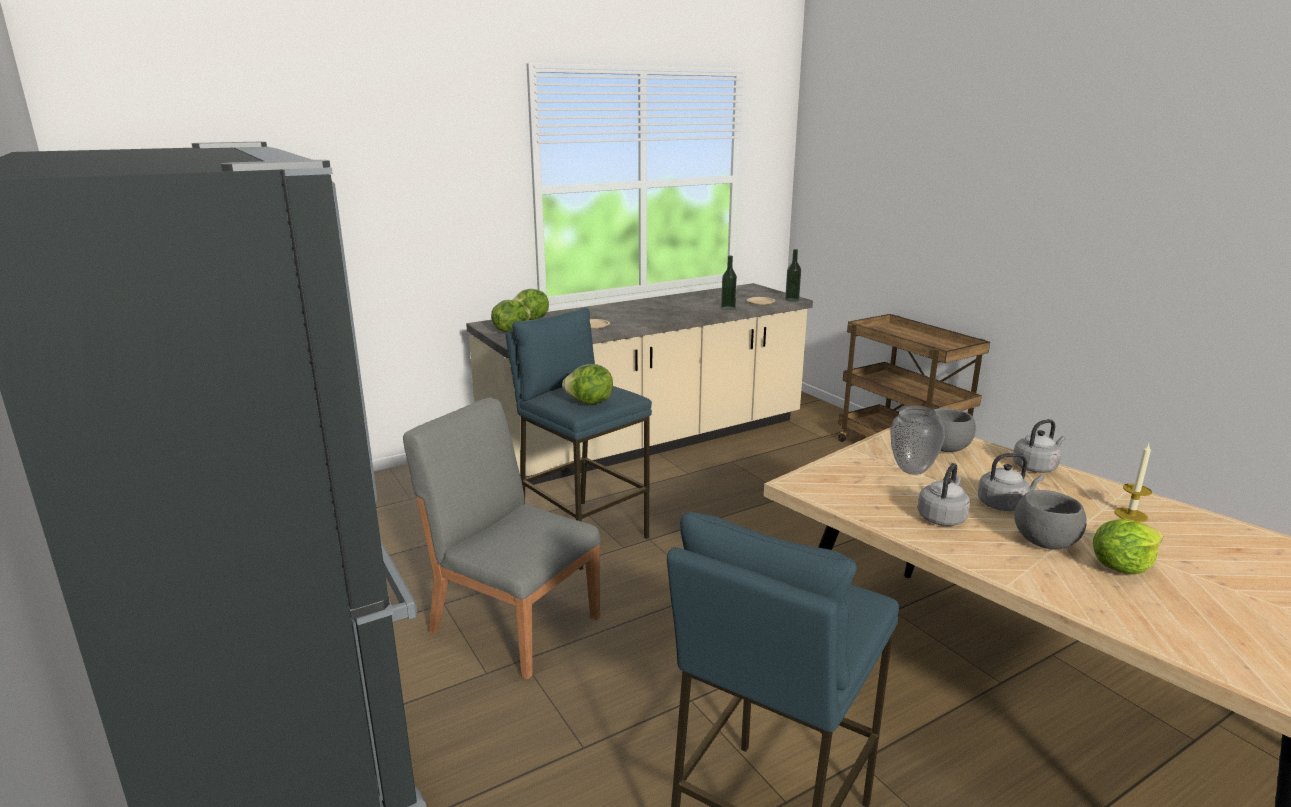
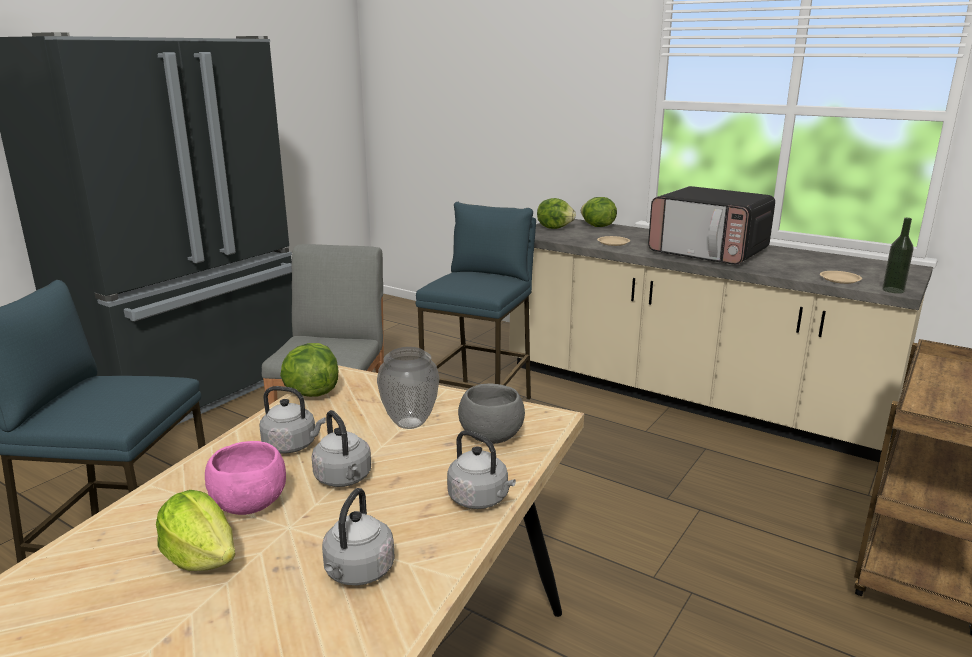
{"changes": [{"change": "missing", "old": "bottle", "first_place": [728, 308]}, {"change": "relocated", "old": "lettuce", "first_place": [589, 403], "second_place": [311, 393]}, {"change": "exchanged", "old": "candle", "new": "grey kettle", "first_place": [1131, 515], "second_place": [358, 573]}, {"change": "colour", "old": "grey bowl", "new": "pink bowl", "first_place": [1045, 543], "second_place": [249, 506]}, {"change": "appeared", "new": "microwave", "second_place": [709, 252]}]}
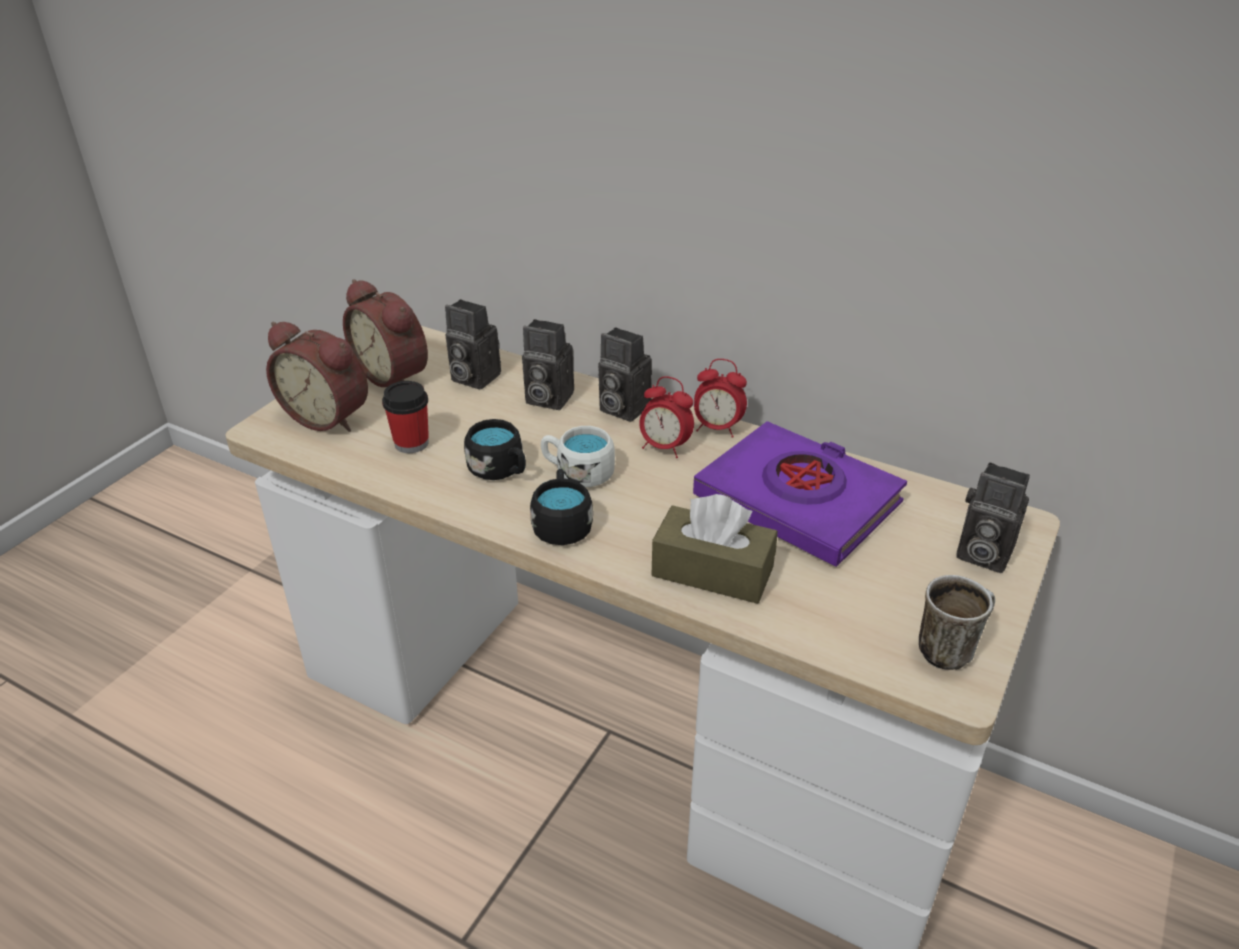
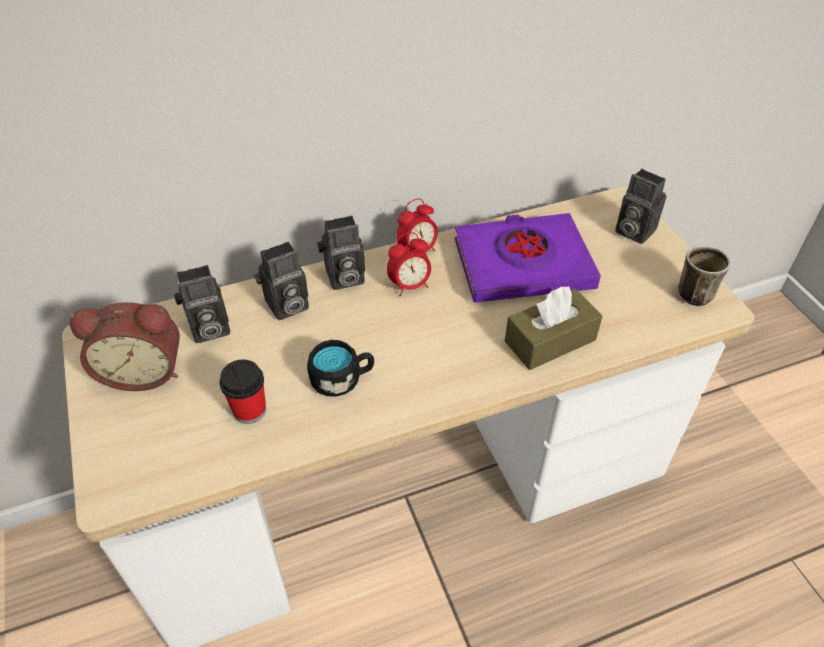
{"changes": [{"change": "missing", "old": "alarm clock", "first_place": [329, 416]}, {"change": "missing", "old": "white mug", "first_place": [578, 473]}, {"change": "spun", "old": "photo camera", "first_place": [980, 554], "second_place": [632, 231], "degrees": 60}, {"change": "missing", "old": "black mug", "first_place": [562, 524]}]}
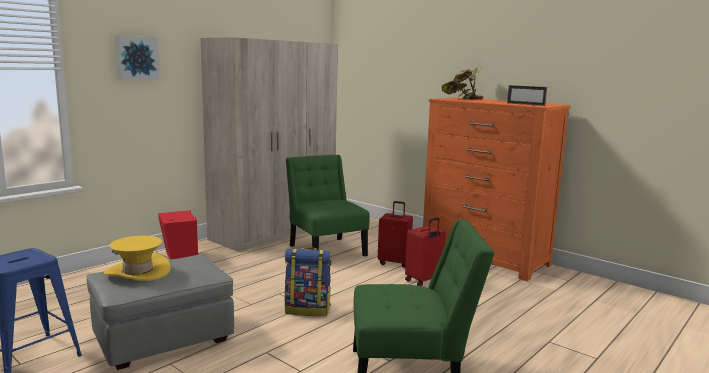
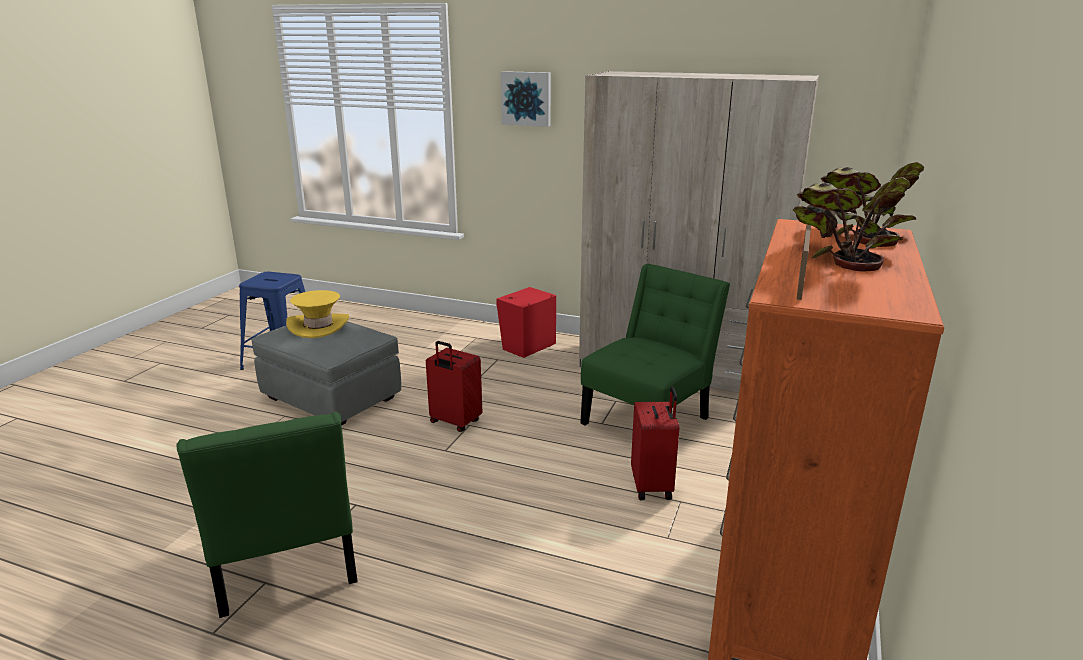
{"changes": [{"change": "relocated", "old": "red suitcase", "first_place": [424, 280], "second_place": [454, 422]}, {"change": "missing", "old": "backpack", "first_place": [308, 309]}, {"change": "appeared", "new": "potted plant", "second_place": [839, 256]}]}
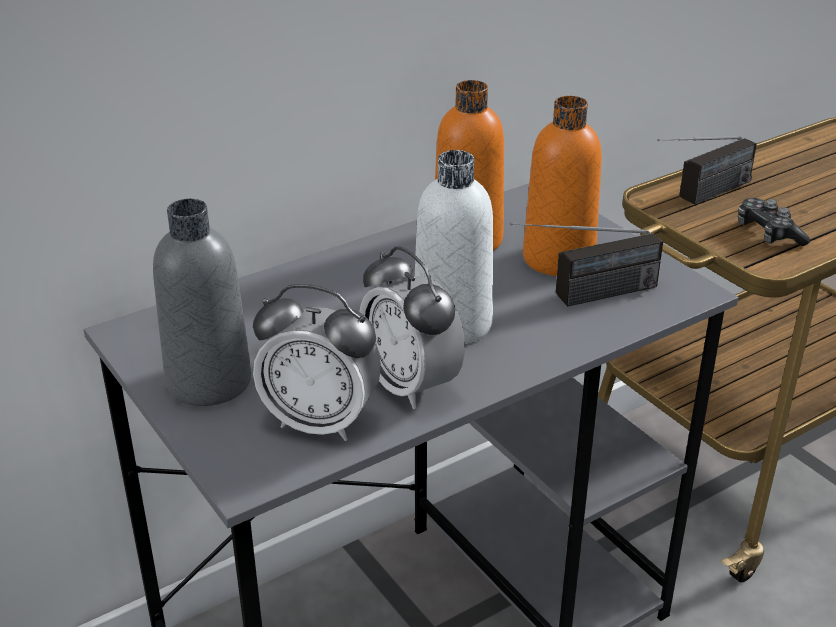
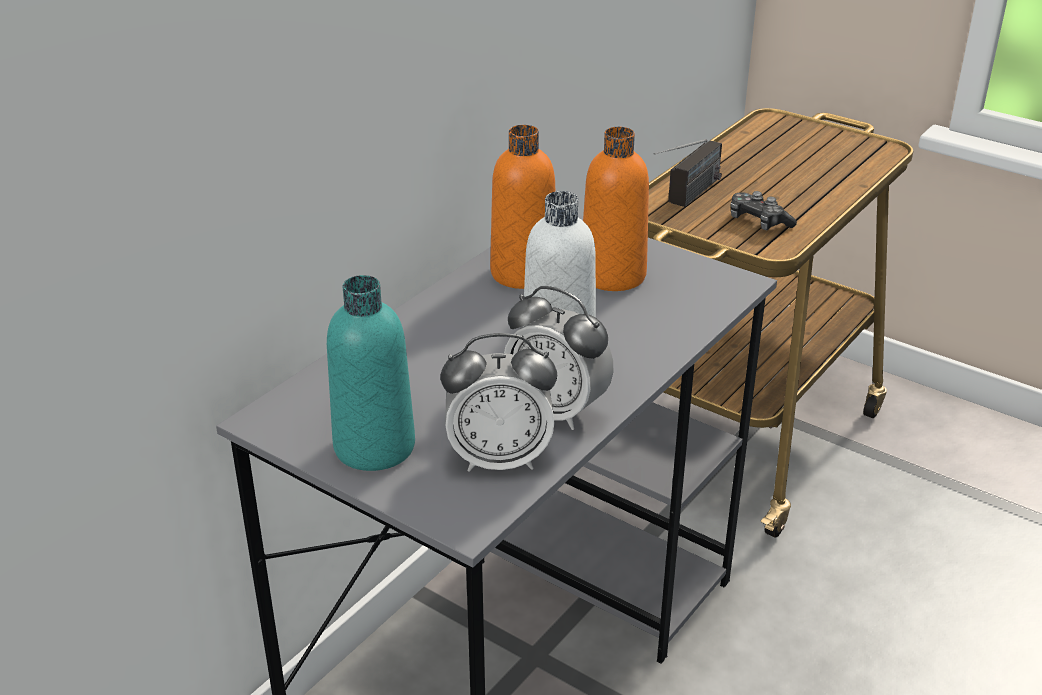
{"changes": [{"change": "colour", "old": "grey bottle", "new": "turquoise bottle", "first_place": [209, 381], "second_place": [374, 447]}, {"change": "missing", "old": "radio", "first_place": [583, 297]}]}
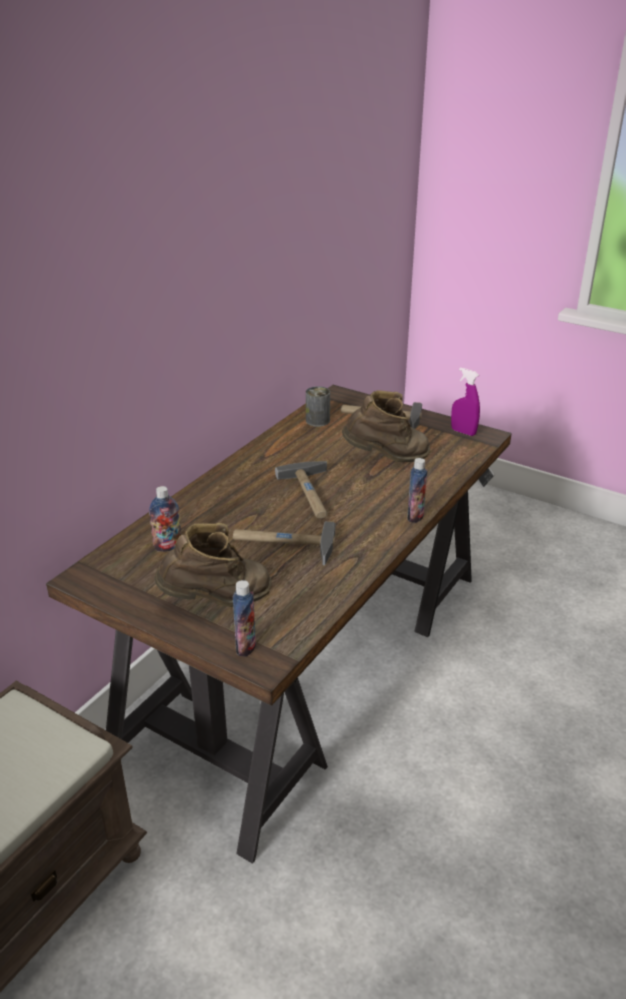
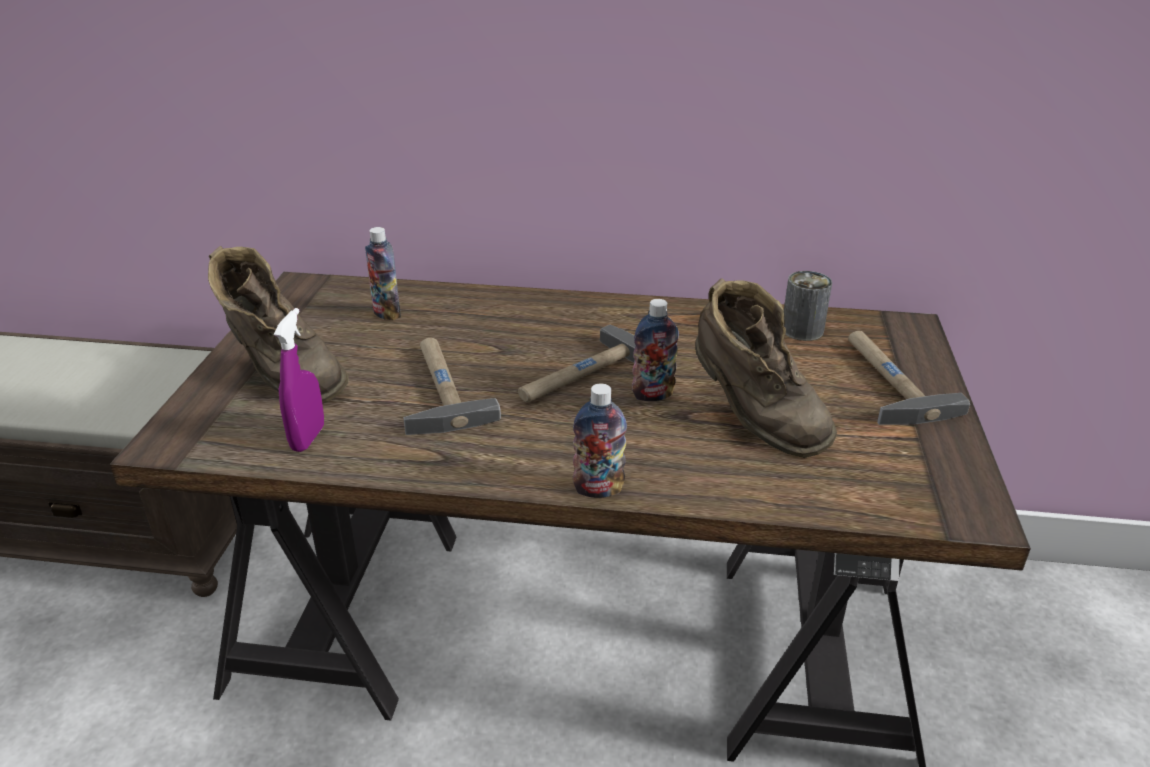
{"changes": [{"change": "relocated", "old": "purple spray bottle", "first_place": [463, 432], "second_place": [308, 438]}, {"change": "relocated", "old": "bottle", "first_place": [246, 646], "second_place": [653, 394]}]}
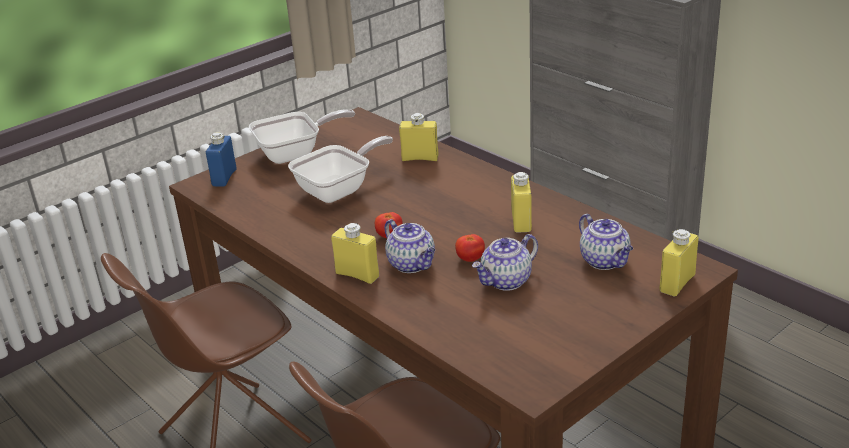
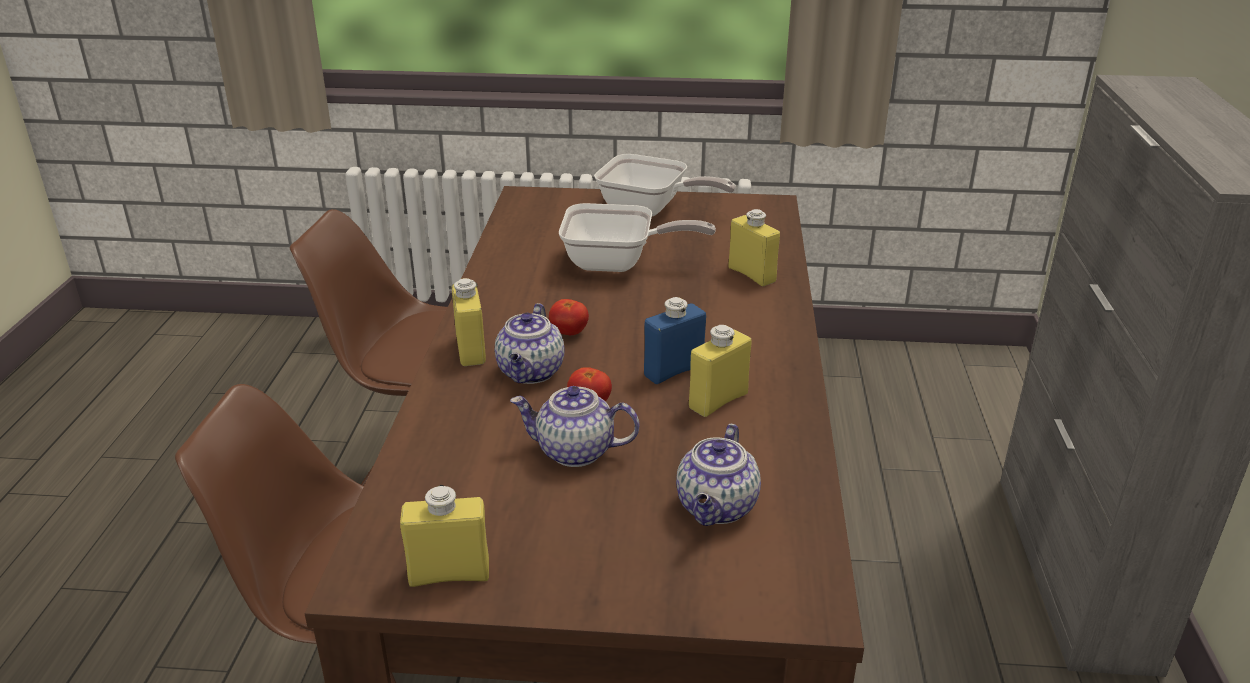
{"changes": [{"change": "relocated", "old": "blue bottle", "first_place": [224, 177], "second_place": [674, 371]}, {"change": "relocated", "old": "yellow bottle", "first_place": [677, 283], "second_place": [449, 574]}]}
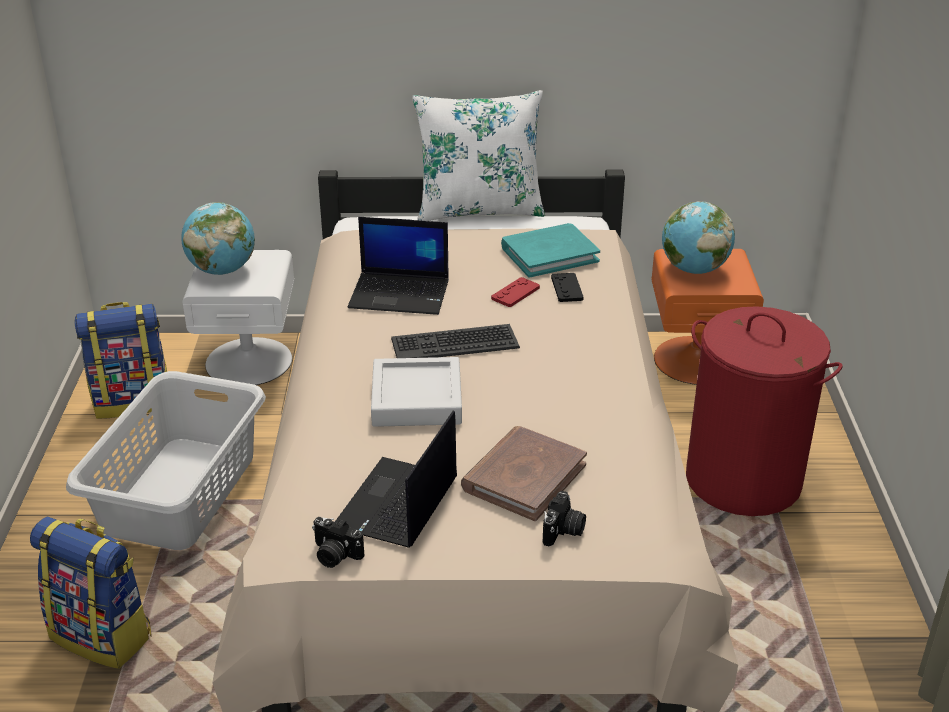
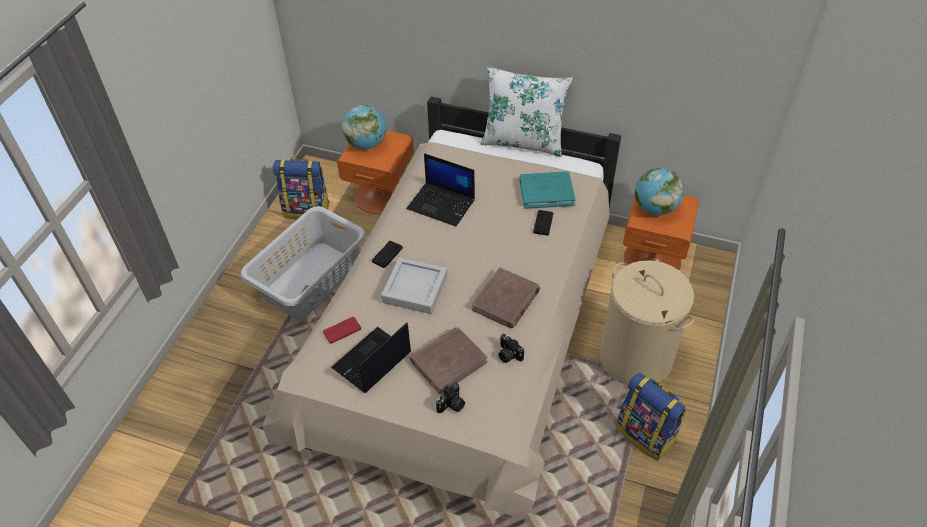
{"changes": [{"change": "colour", "old": "white nightstand", "new": "orange nightstand", "first_place": [249, 360], "second_place": [380, 195]}, {"change": "relocated", "old": "red game controller", "first_place": [515, 293], "second_place": [342, 330]}, {"change": "colour", "old": "red laundry basket", "new": "beige laundry basket", "first_place": [743, 479], "second_place": [636, 357]}, {"change": "missing", "old": "keyboard", "first_place": [454, 343]}, {"change": "relocated", "old": "backpack", "first_place": [103, 636], "second_place": [646, 434]}, {"change": "relocated", "old": "photo camera", "first_place": [334, 555], "second_place": [508, 355]}, {"change": "appeared", "new": "black game controller", "second_place": [387, 254]}, {"change": "appeared", "new": "brown book", "second_place": [506, 300]}]}
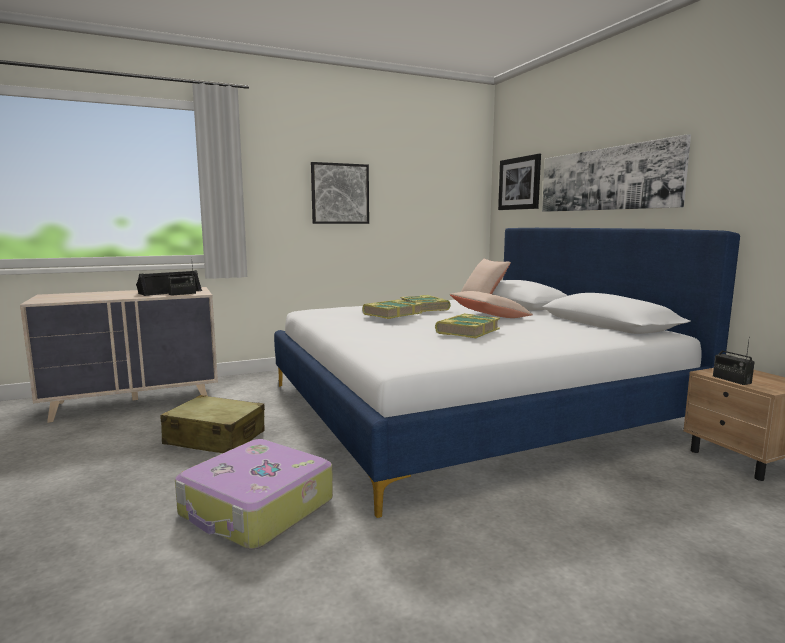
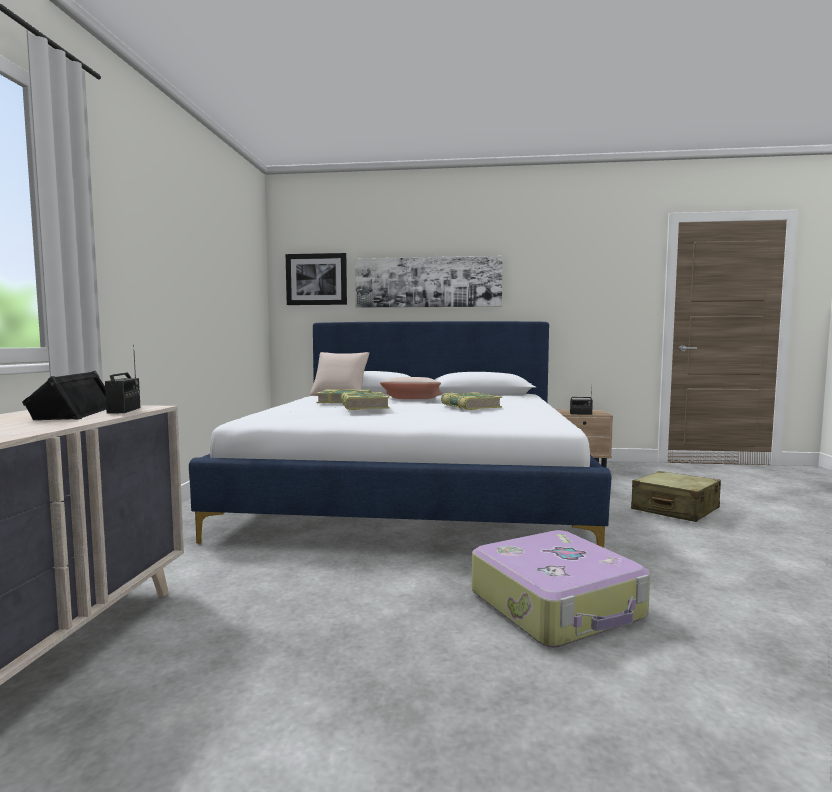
{"changes": [{"change": "missing", "old": "picture", "first_place": [340, 194]}, {"change": "relocated", "old": "beige suitcase", "first_place": [215, 438], "second_place": [675, 509]}]}
